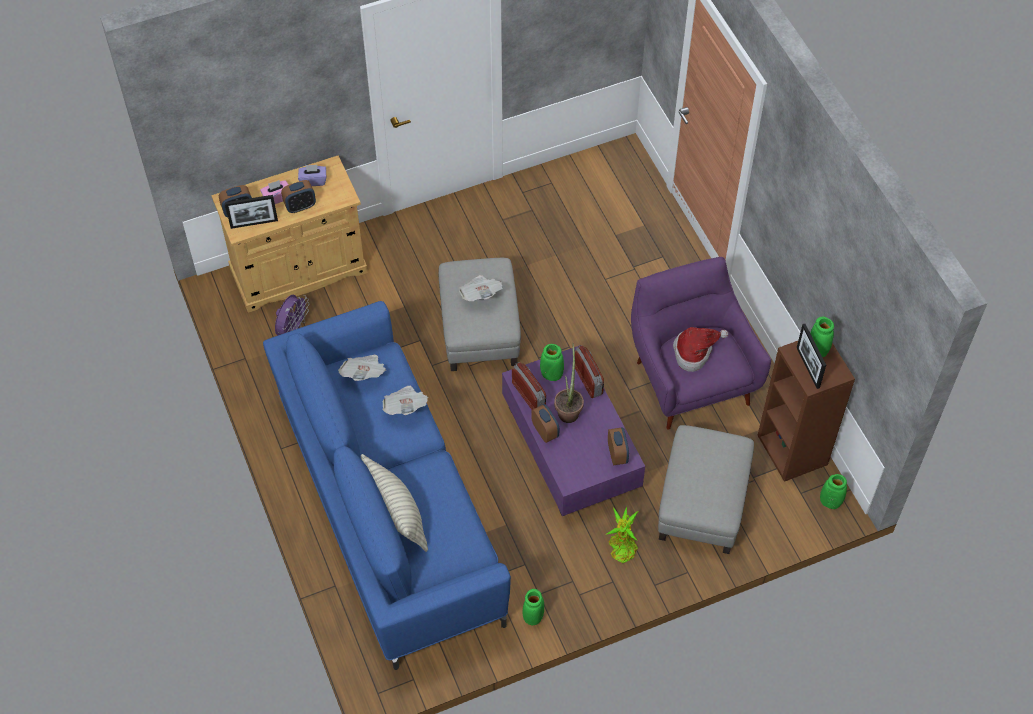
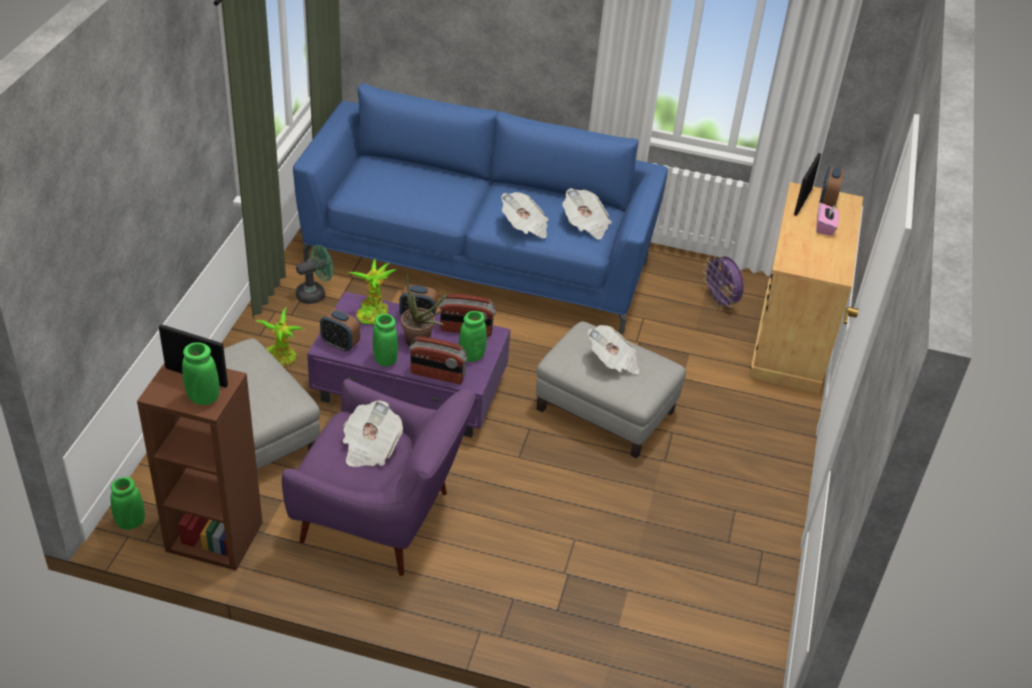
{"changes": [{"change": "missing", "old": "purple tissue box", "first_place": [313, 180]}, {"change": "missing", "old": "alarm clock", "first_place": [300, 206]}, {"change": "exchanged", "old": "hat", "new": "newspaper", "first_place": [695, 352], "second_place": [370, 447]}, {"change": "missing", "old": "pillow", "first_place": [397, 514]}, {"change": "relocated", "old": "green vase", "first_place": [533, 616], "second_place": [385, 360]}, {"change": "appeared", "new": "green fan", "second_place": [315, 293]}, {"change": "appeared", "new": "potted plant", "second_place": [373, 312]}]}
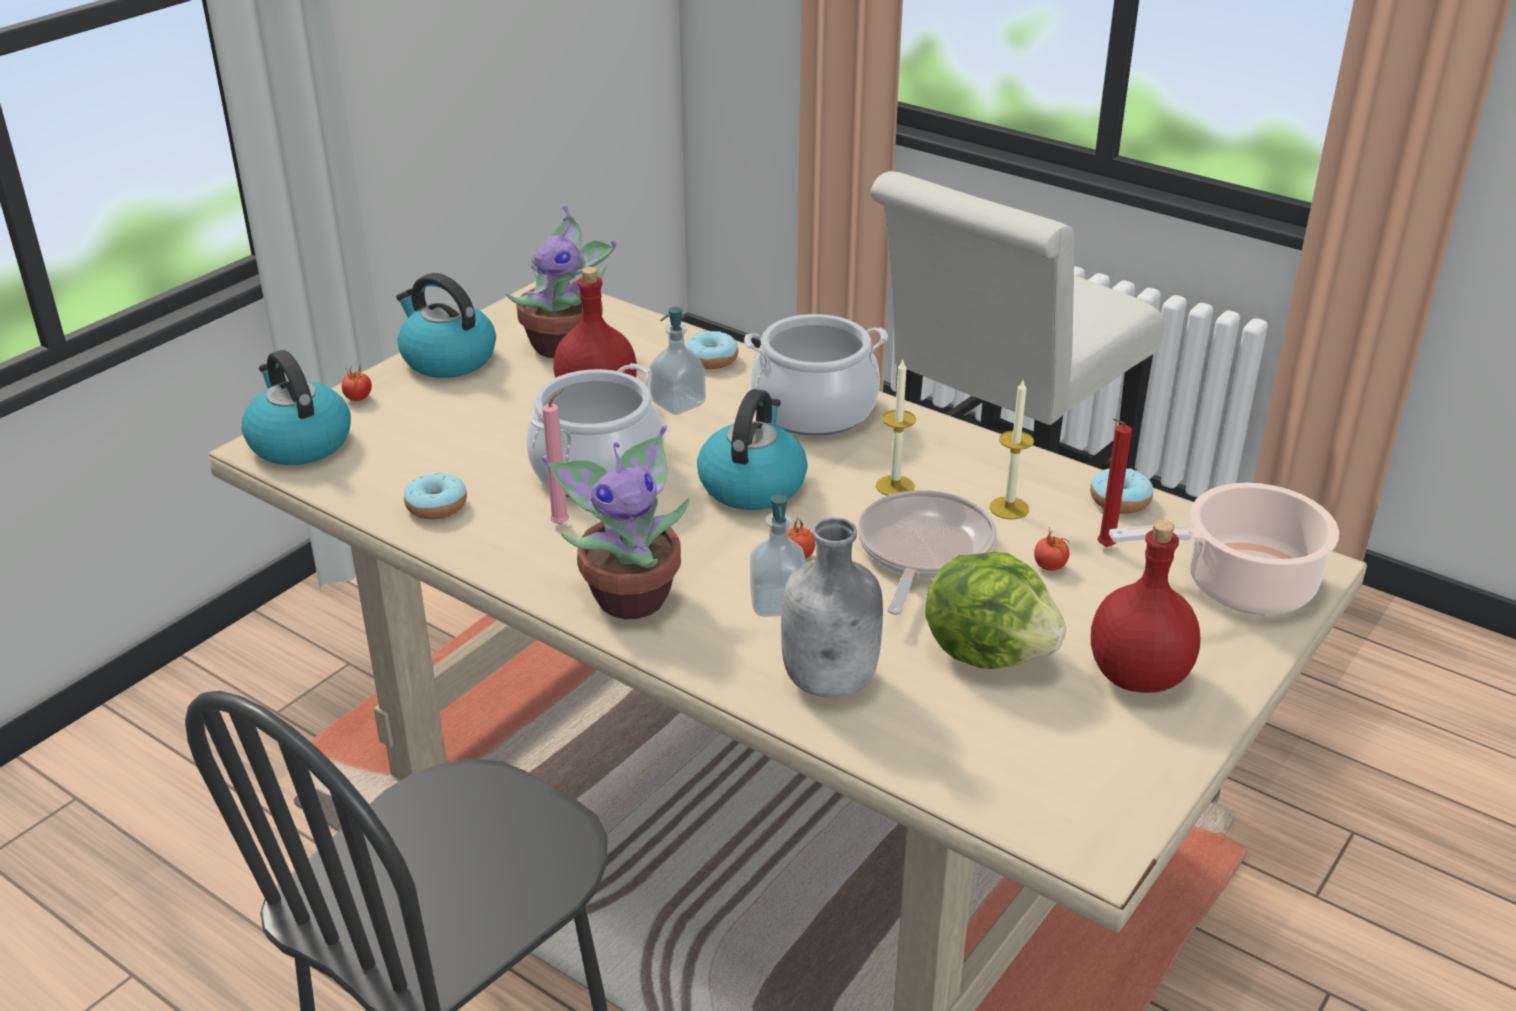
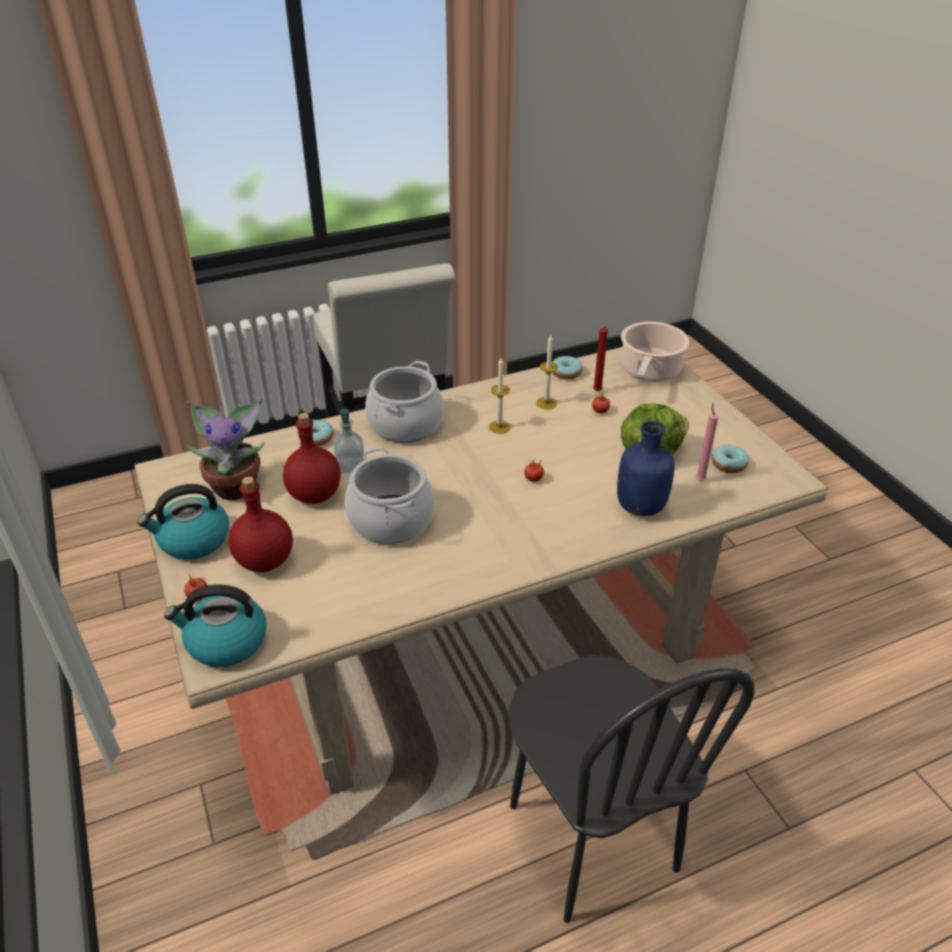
{"changes": [{"change": "relocated", "old": "pink candle", "first_place": [563, 523], "second_place": [700, 479]}, {"change": "missing", "old": "kettle", "first_place": [752, 485]}, {"change": "missing", "old": "potted plant", "first_place": [630, 595]}, {"change": "relocated", "old": "donut", "first_place": [436, 506], "second_place": [728, 464]}, {"change": "missing", "old": "frying pan", "first_place": [922, 551]}, {"change": "missing", "old": "soap dispenser", "first_place": [778, 603]}, {"change": "colour", "old": "grey bottle", "new": "blue bottle", "first_place": [832, 681], "second_place": [641, 506]}, {"change": "relocated", "old": "red bottle", "first_place": [1136, 675], "second_place": [264, 561]}]}
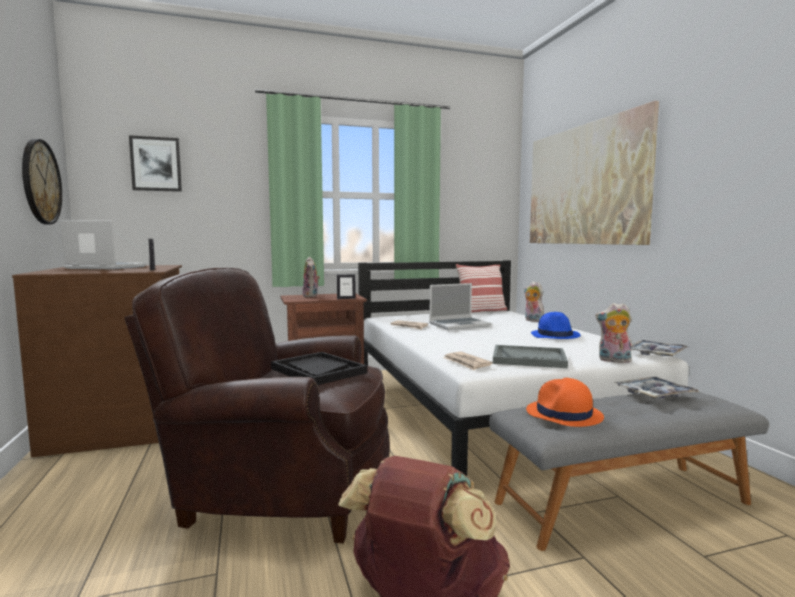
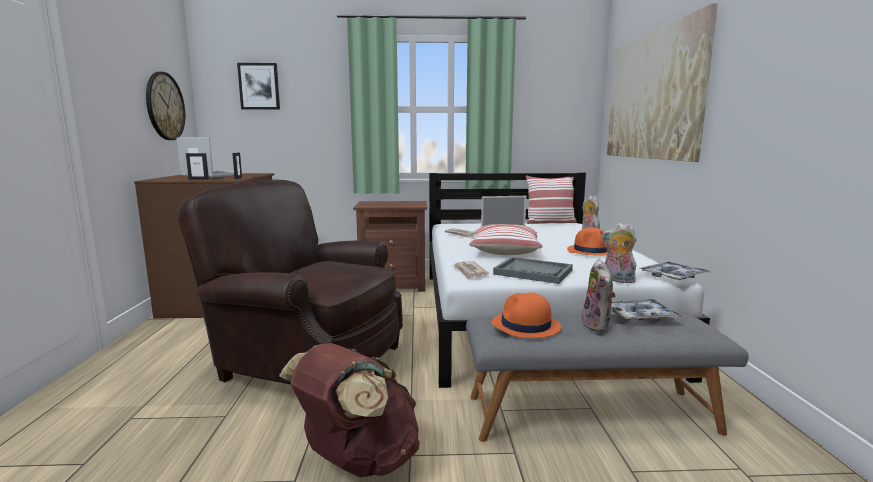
{"changes": [{"change": "relocated", "old": "plush toy", "first_place": [311, 296], "second_place": [598, 326]}, {"change": "relocated", "old": "picture frame", "first_place": [346, 298], "second_place": [198, 179]}, {"change": "colour", "old": "blue hat", "new": "orange hat", "first_place": [555, 335], "second_place": [591, 251]}, {"change": "missing", "old": "black tray", "first_place": [318, 371]}, {"change": "appeared", "new": "pillow", "second_place": [504, 251]}]}
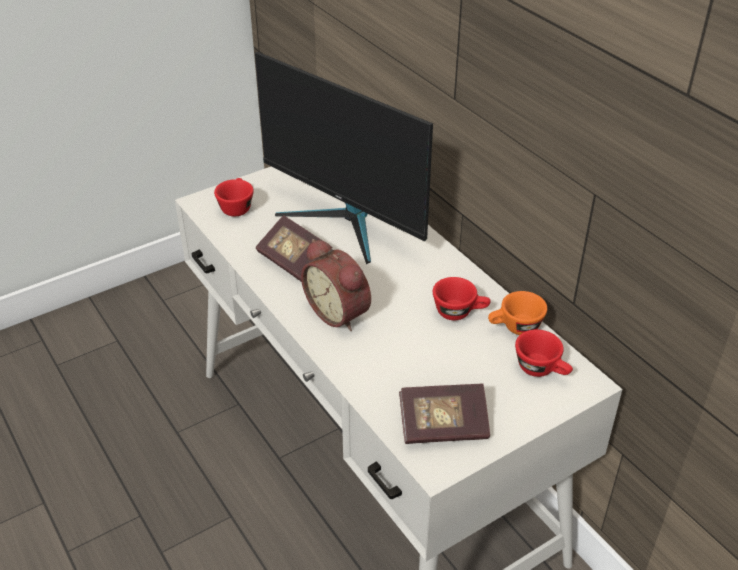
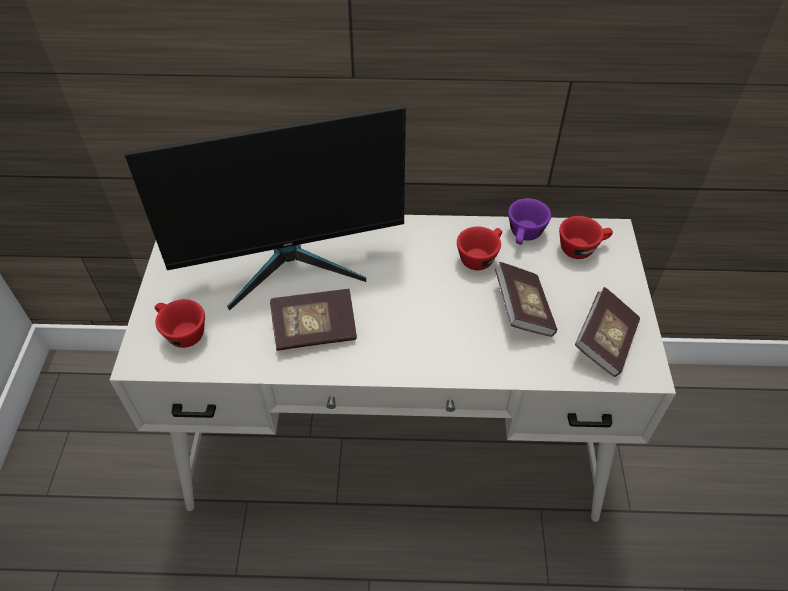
{"changes": [{"change": "missing", "old": "alarm clock", "first_place": [340, 312]}, {"change": "colour", "old": "orange cup", "new": "purple cup", "first_place": [515, 328], "second_place": [524, 236]}, {"change": "appeared", "new": "book", "second_place": [522, 310]}]}
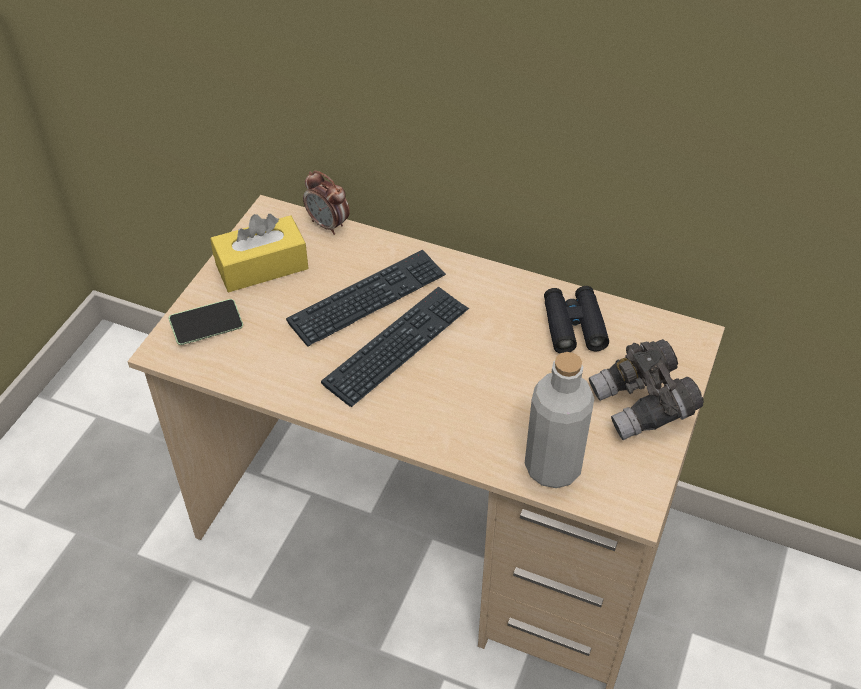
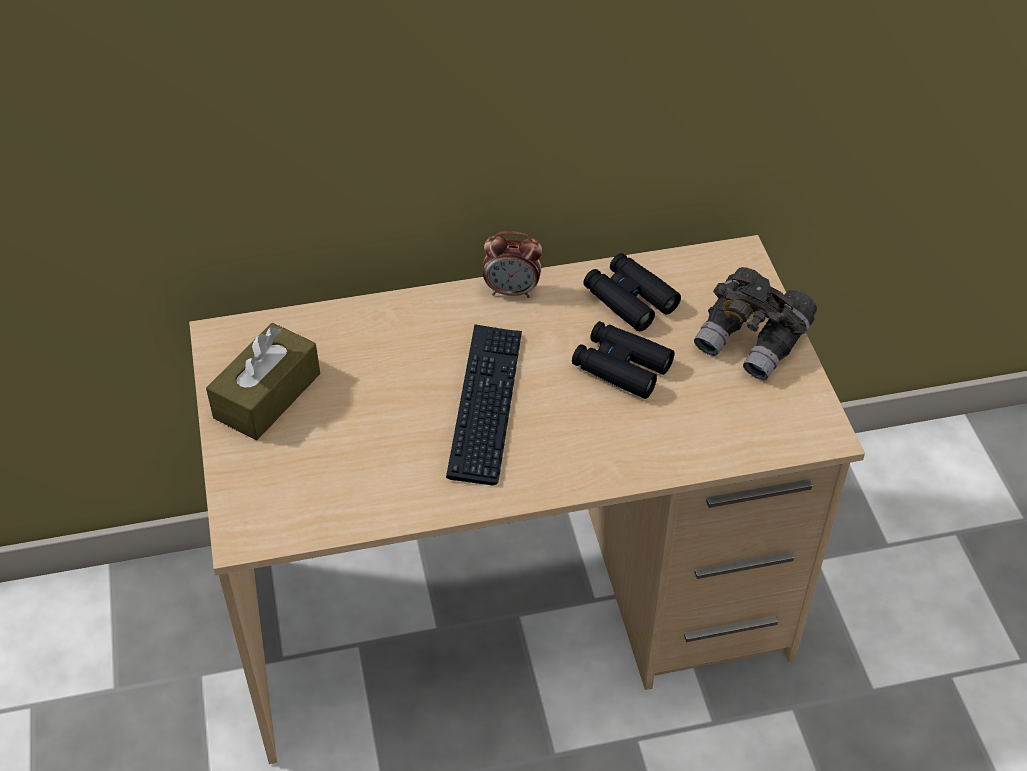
{"changes": [{"change": "relocated", "old": "alarm clock", "first_place": [328, 225], "second_place": [512, 291]}, {"change": "colour", "old": "yellow tissue box", "new": "brown tissue box", "first_place": [262, 266], "second_place": [267, 395]}, {"change": "missing", "old": "keyboard", "first_place": [368, 299]}, {"change": "missing", "old": "phone", "first_place": [207, 328]}, {"change": "missing", "old": "grey bottle", "first_place": [553, 467]}, {"change": "appeared", "new": "black binoculars", "second_place": [621, 367]}]}
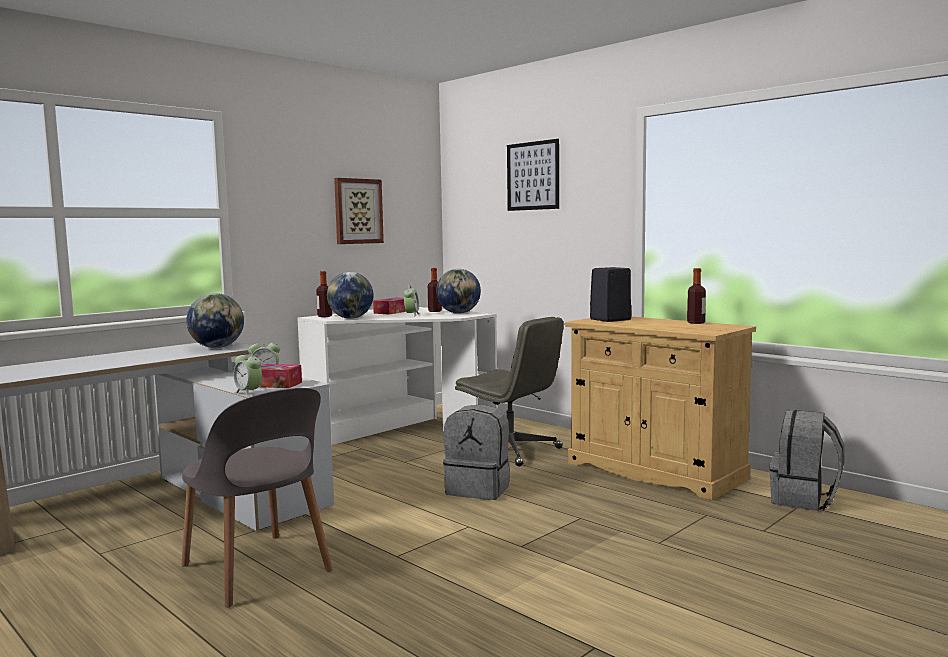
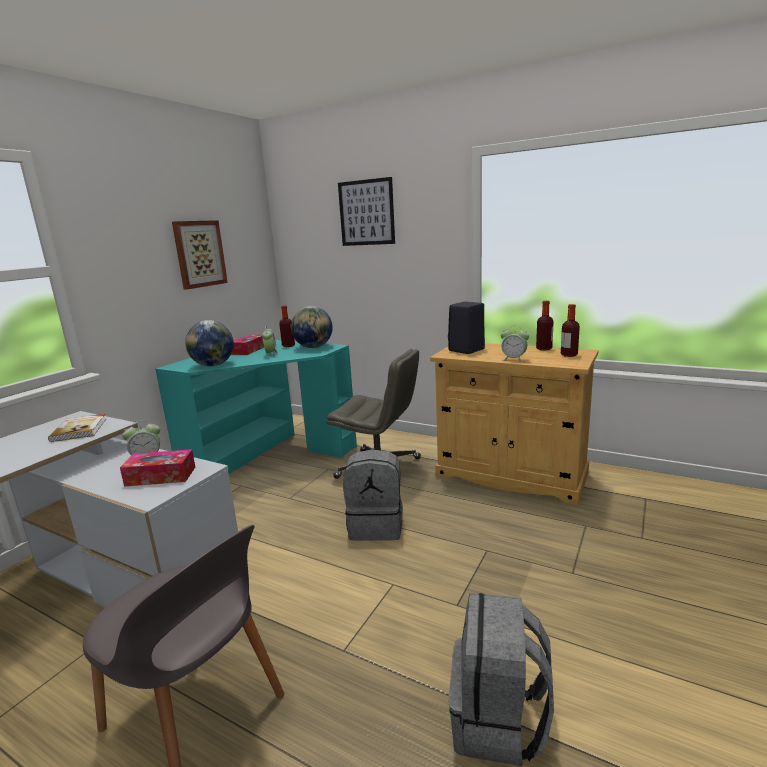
{"changes": [{"change": "relocated", "old": "bottle", "first_place": [324, 316], "second_place": [569, 355]}, {"change": "exchanged", "old": "globe", "new": "book", "first_place": [217, 347], "second_place": [80, 429]}, {"change": "colour", "old": "white desk", "new": "turquoise desk", "first_place": [401, 431], "second_place": [269, 456]}, {"change": "relocated", "old": "alarm clock", "first_place": [248, 393], "second_place": [514, 359]}, {"change": "relocated", "old": "grey backpack", "first_place": [804, 500], "second_place": [498, 721]}]}
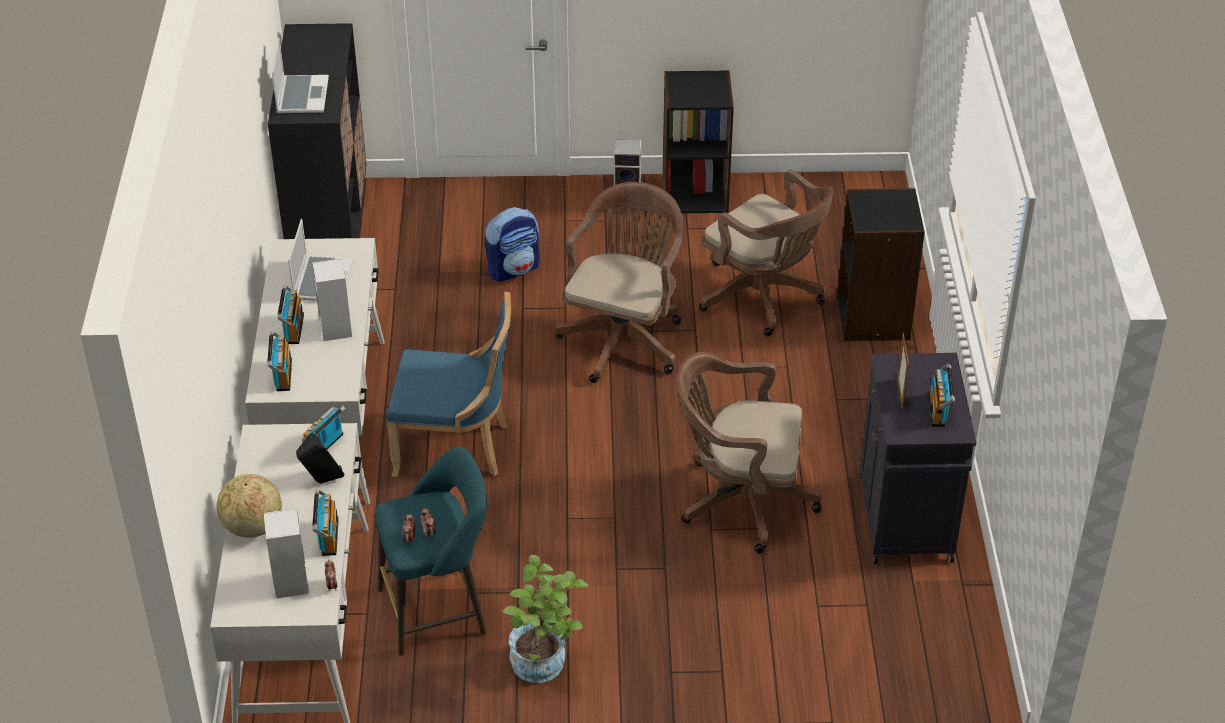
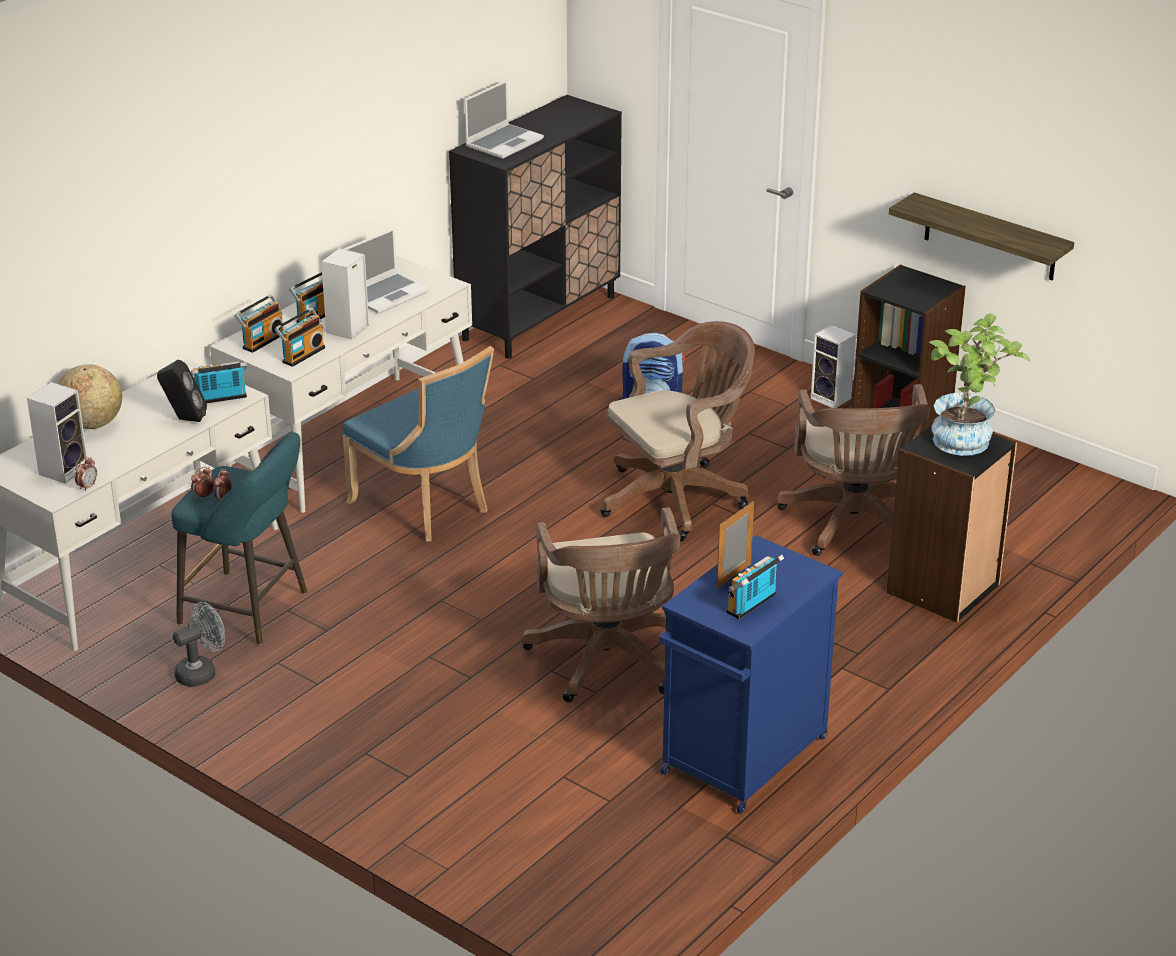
{"changes": [{"change": "spun", "old": "brown office chair", "first_place": [739, 500], "second_place": [608, 663], "degrees": -150}, {"change": "colour", "old": "black cabinet", "new": "blue cabinet", "first_place": [905, 520], "second_place": [742, 758]}, {"change": "relocated", "old": "radio", "first_place": [327, 537], "second_place": [302, 354]}, {"change": "relocated", "old": "potted plant", "first_place": [545, 665], "second_place": [966, 445]}, {"change": "appeared", "new": "shelf", "second_place": [990, 237]}, {"change": "appeared", "new": "grey fan", "second_place": [201, 672]}]}
